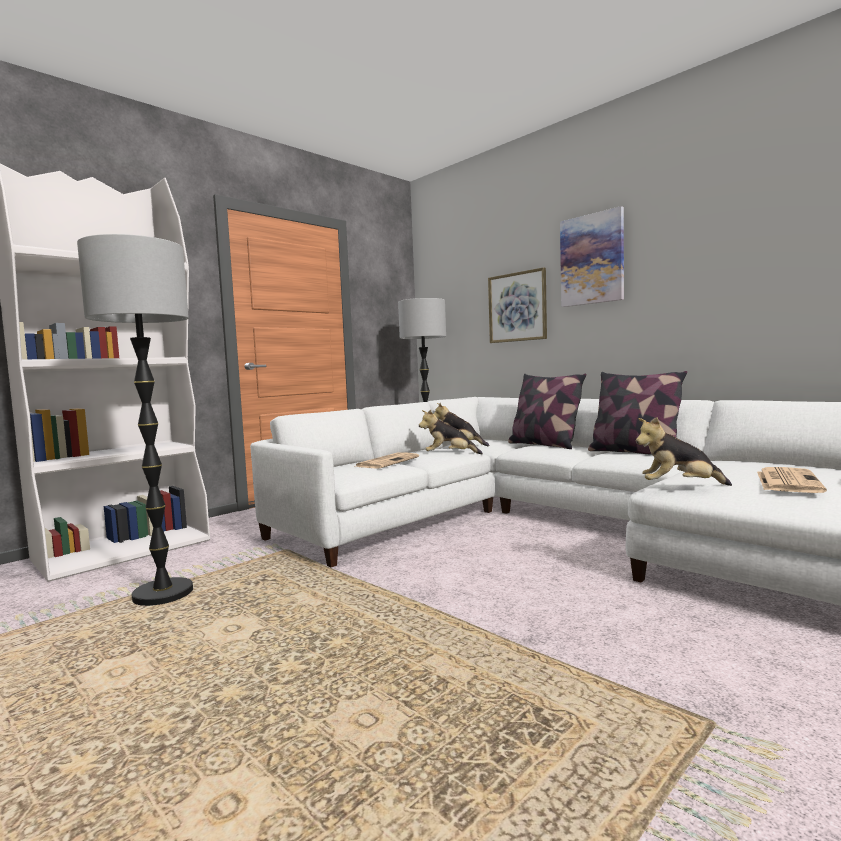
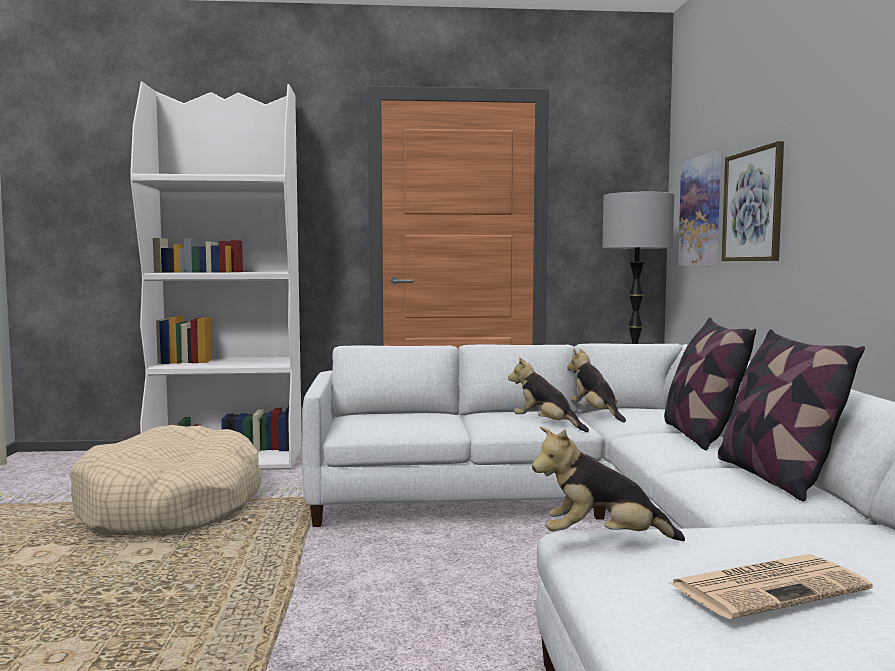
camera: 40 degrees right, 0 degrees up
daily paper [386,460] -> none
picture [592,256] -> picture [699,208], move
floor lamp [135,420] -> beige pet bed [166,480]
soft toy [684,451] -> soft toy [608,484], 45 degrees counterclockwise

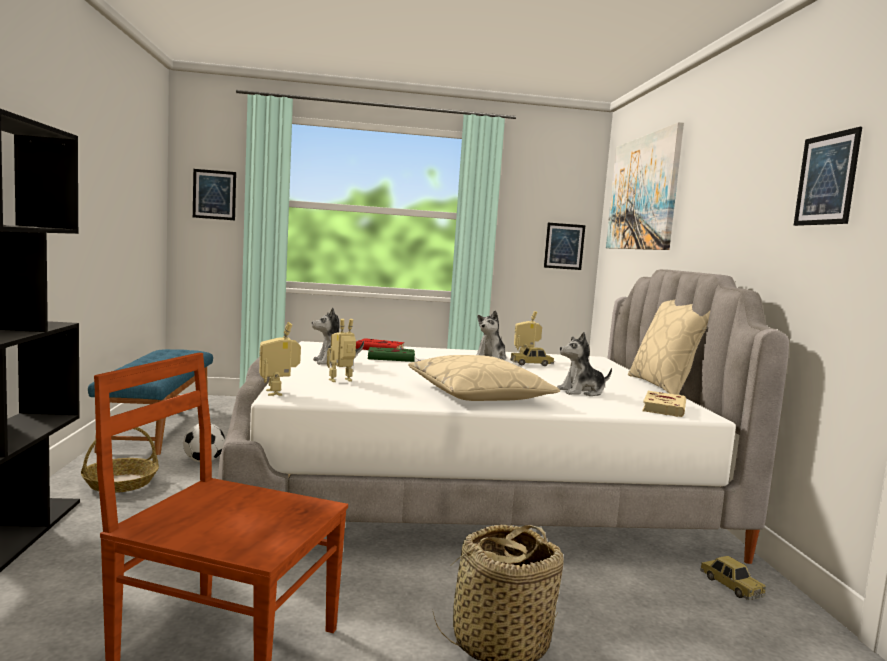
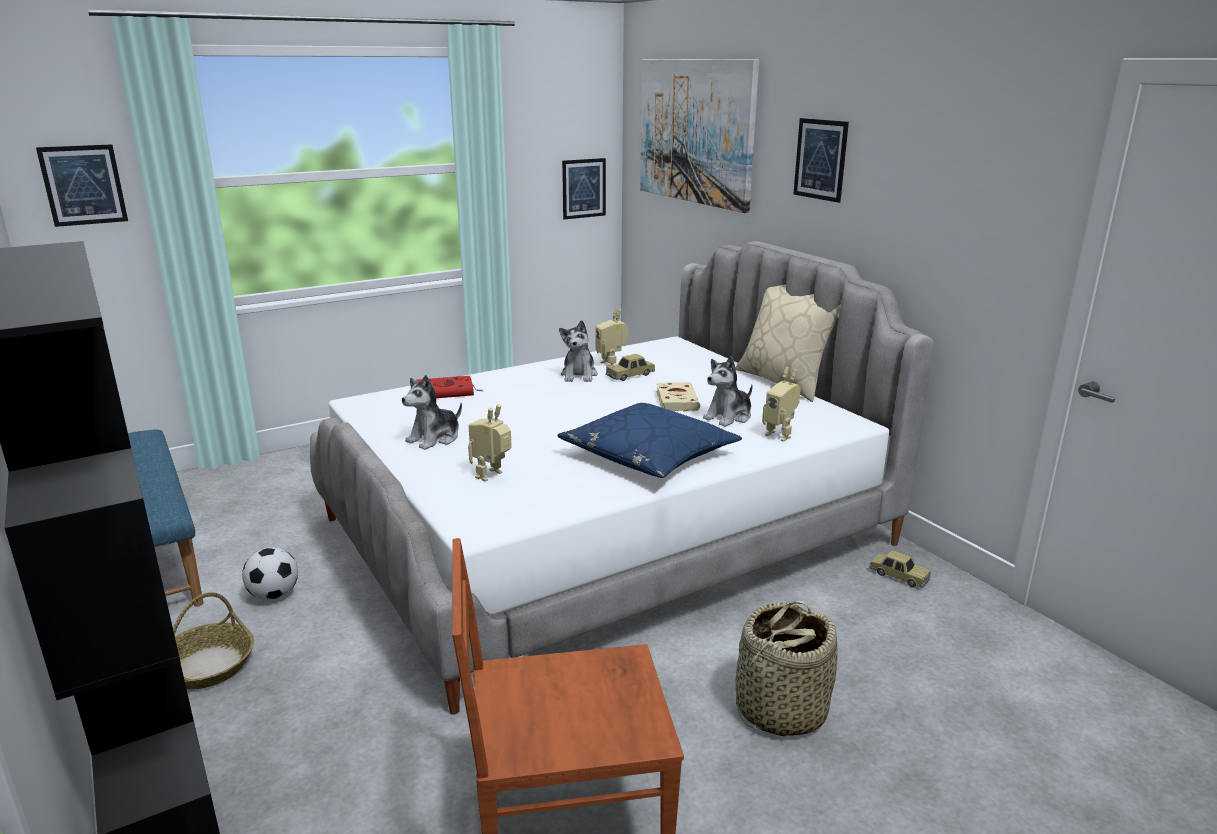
camera: 25 degrees left, 15 degrees up
green volume [394,354] -> none
robot figure [280,359] -> robot figure [781,404], move
beige volume [664,404] -> beige volume [678,397], move
picture [828,176] -> picture [821,160], move
beige throw pillow [484,378] -> blue-coloured throw pillow [649,440]

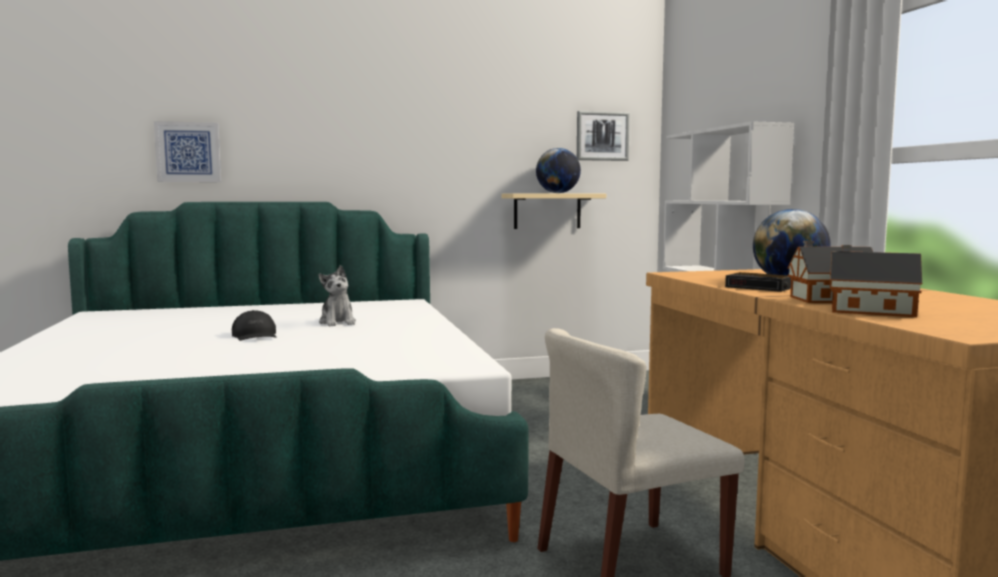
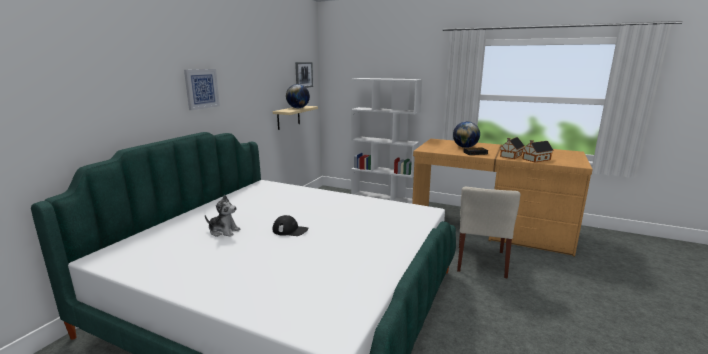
camera: 50 degrees left, 10 degrees up
picture [187,151] -> picture [202,89], move
soft toy [337,295] -> soft toy [222,216], move

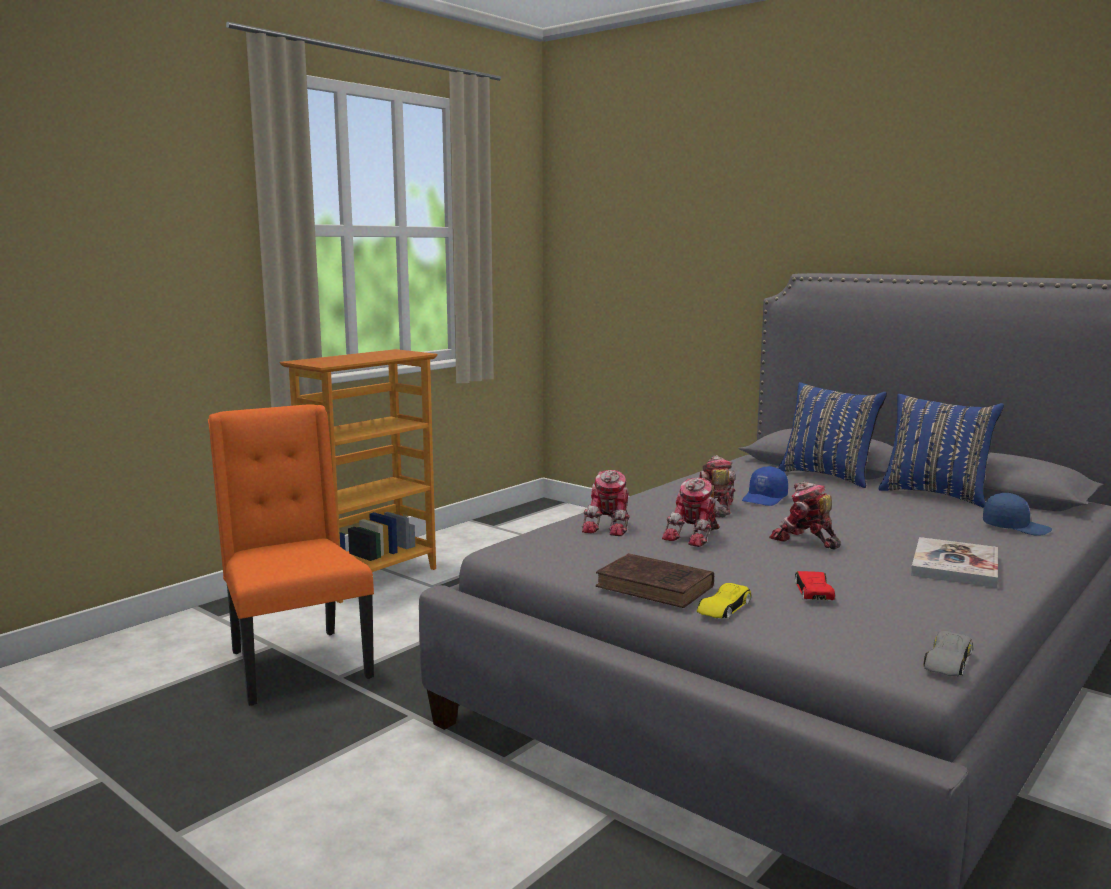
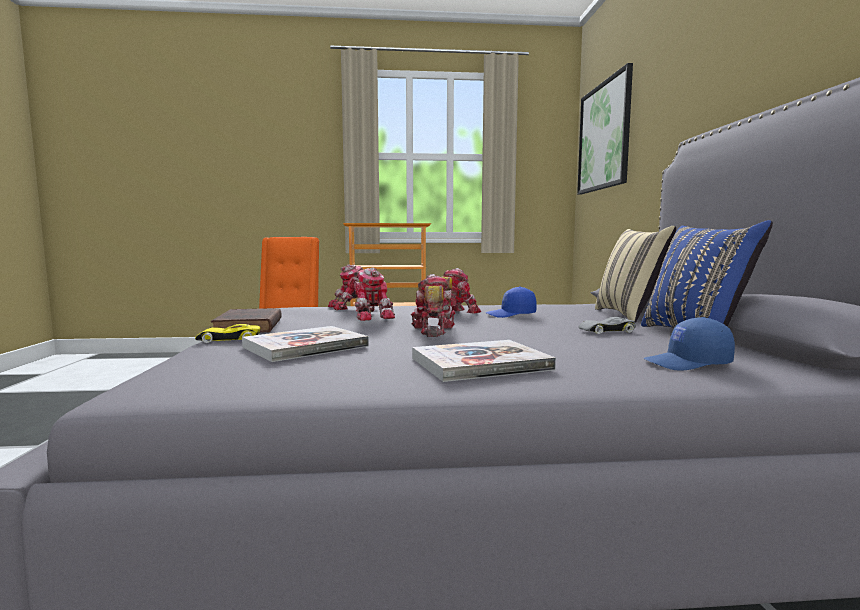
camera: 45 degrees right, 5 degrees down
none -> picture [605,128]
greyish miniature car [948,654] -> greyish miniature car [607,325], move
red miniature car [815,586] -> volume [305,344]
blue-coloured throw pillow [832,435] -> beige throw pillow [635,274]
robot figure [691,512] -> robot figure [374,294], 105 degrees counterclockwise
blue-coloured cap [1017,514] -> blue-coloured cap [689,344], 105 degrees clockwise

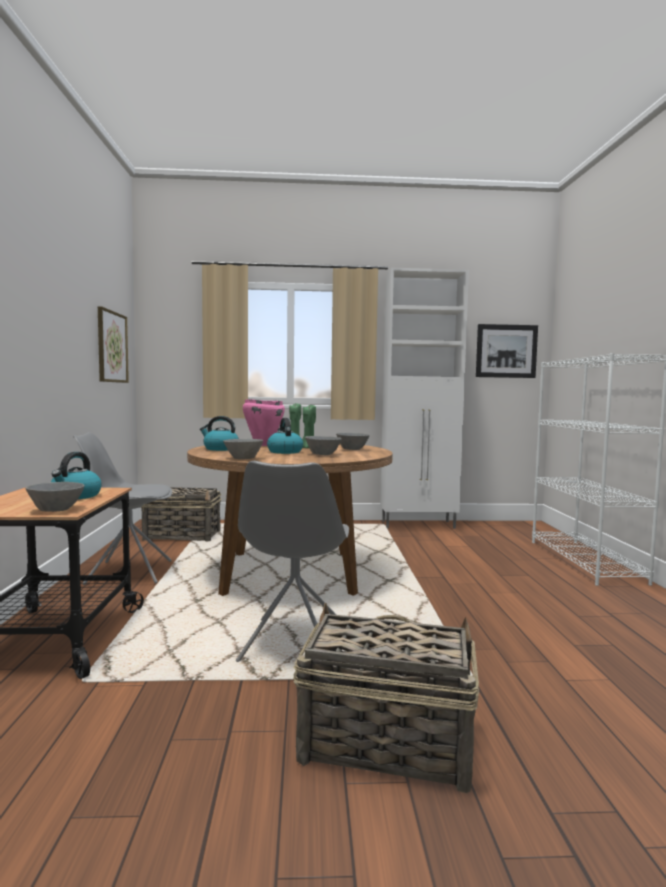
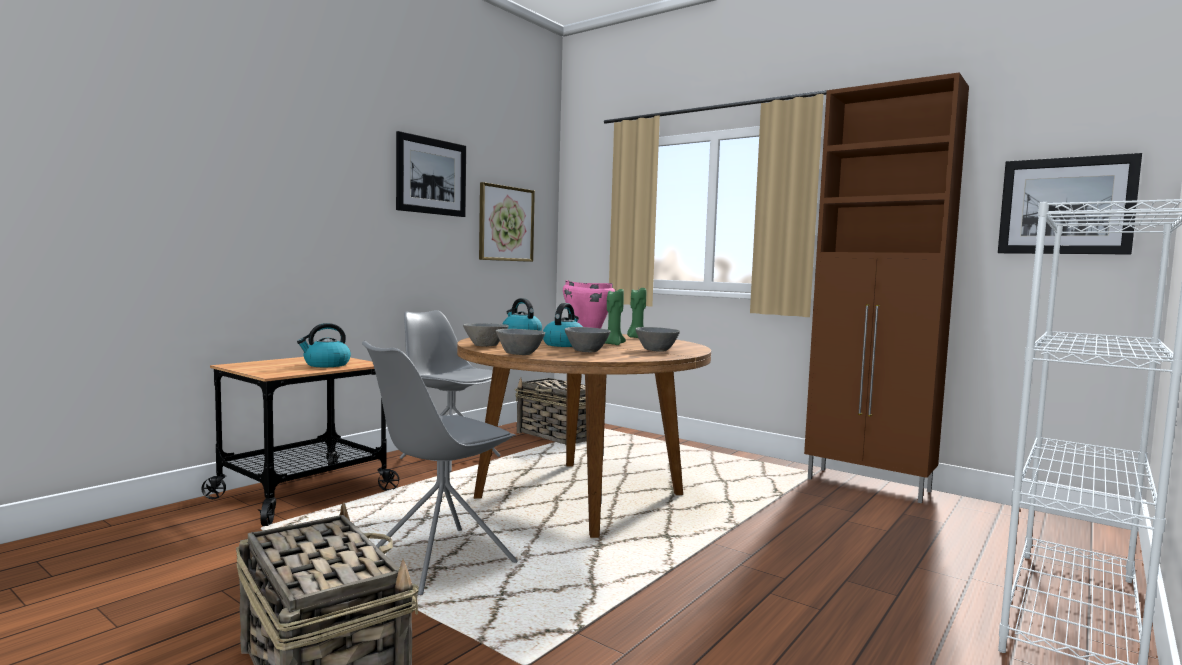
camera: 40 degrees right, 0 degrees up
none -> picture [431,174]
greyish bowl [55,497] -> greyish bowl [520,342], move
white cabinet [424,398] -> brownish cabinet [886,287]

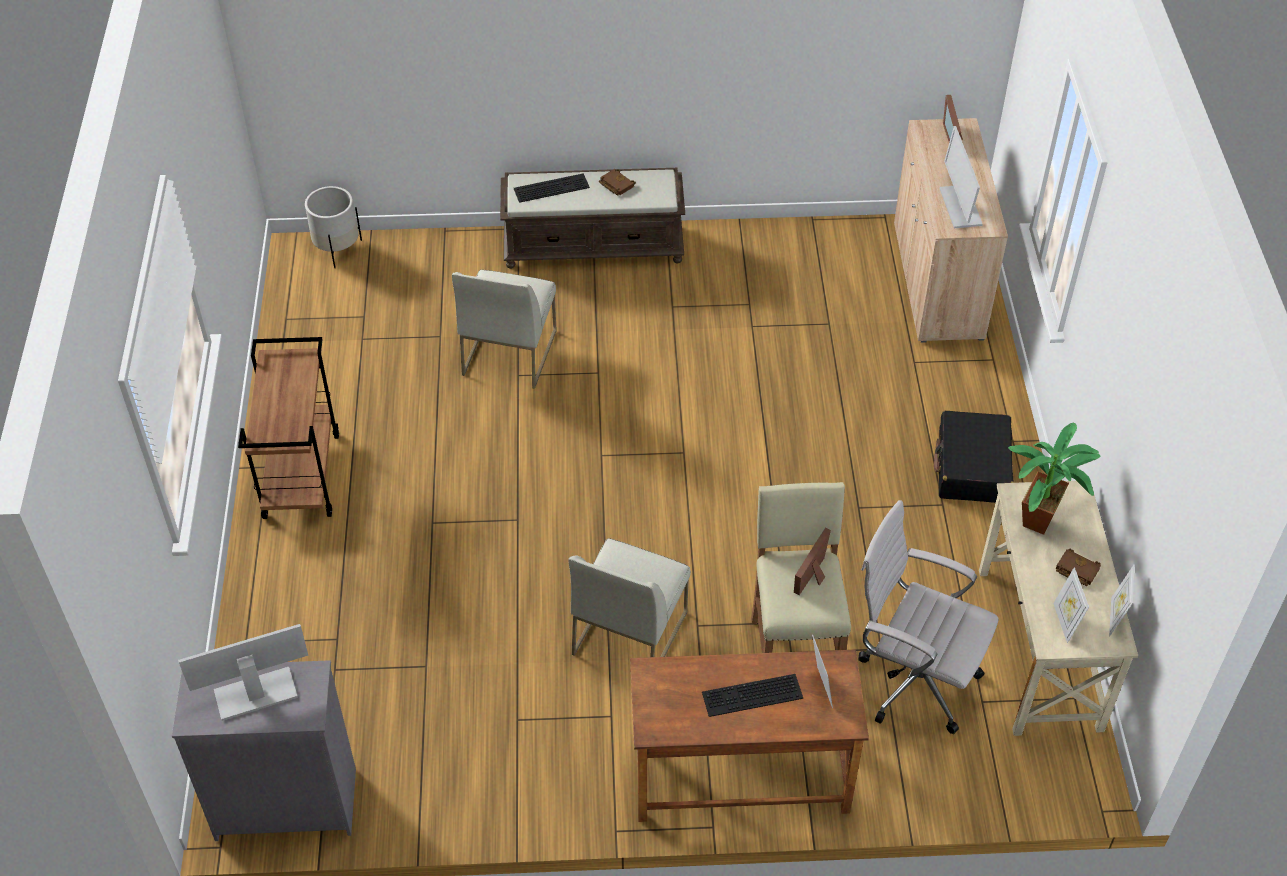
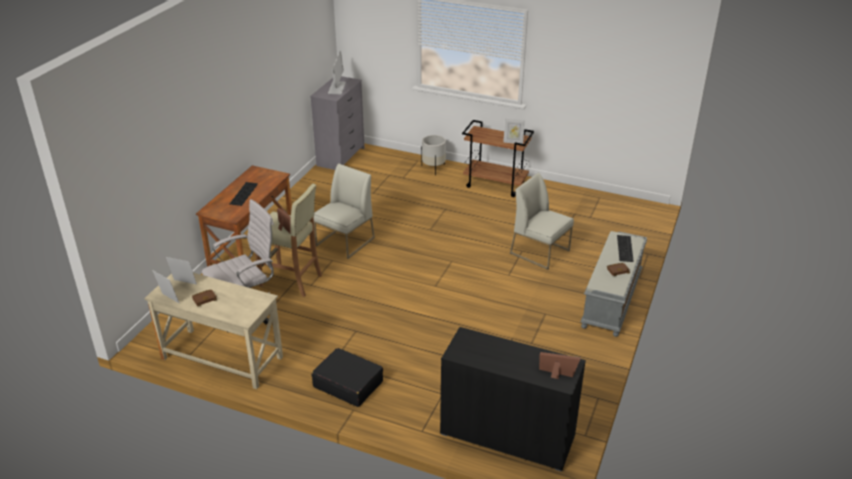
camera: 115 degrees right, 15 degrees down
computer display [961,177] -> none
potted plant [1054,479] -> none
white flower pot [333,227] -> white flower pot [433,155], move
standing frame [822,671] -> standing frame [514,131], move
brownish long seat [592,218] -> greyish long seat [613,284]
beige cabinet [951,230] -> blackish cabinet [513,399]
white upright chair [629,597] -> white upright chair [344,211], 75 degrees clockwise

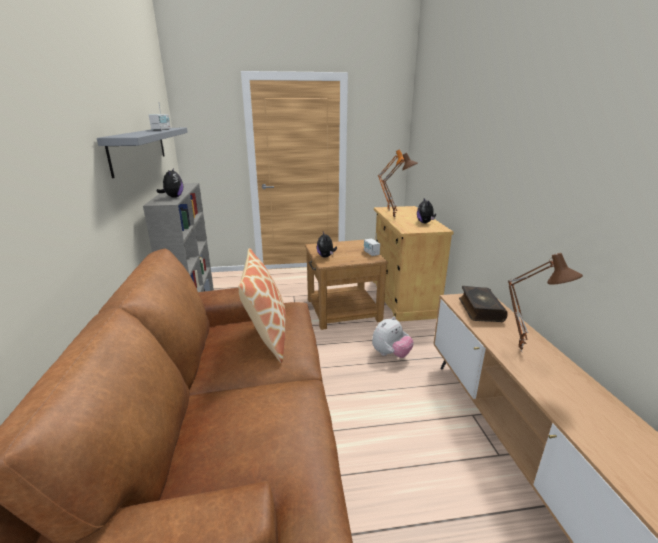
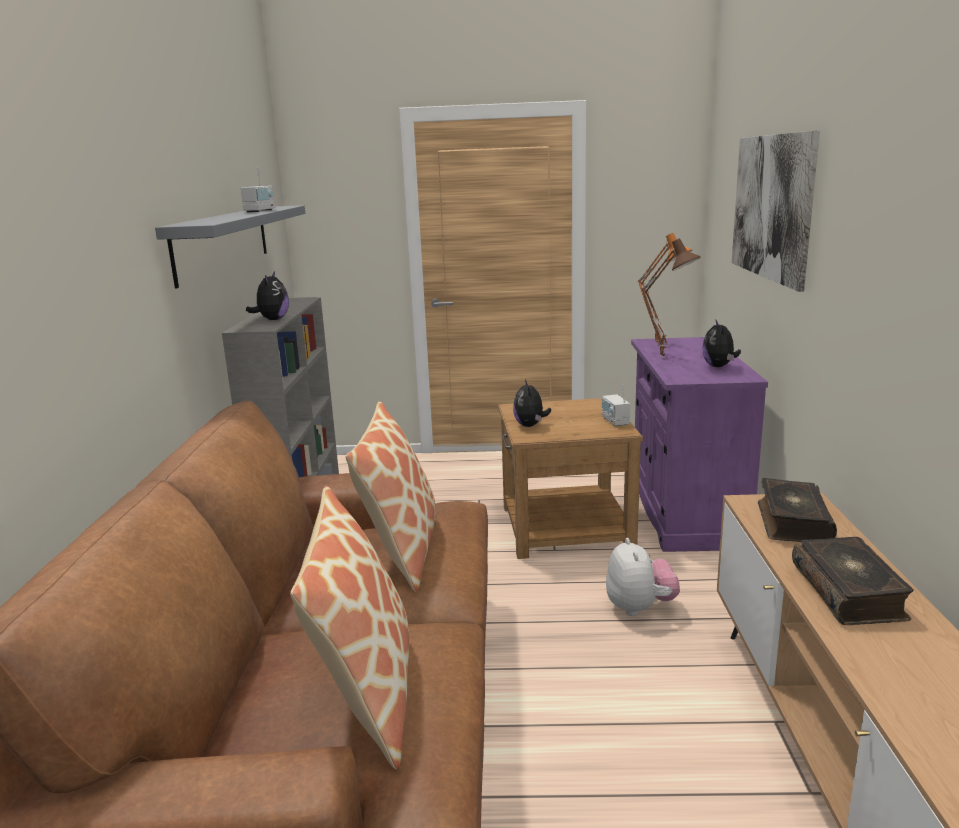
camera: 10 degrees right, 5 degrees down
none -> throw pillow [349,627]
none -> picture [776,211]
brownish lamp for a table [545,302] -> volume [853,581]
beige cabinet [413,264] -> purple-coloured cabinet [699,444]
soft toy [393,337] -> soft toy [643,577], 60 degrees counterclockwise

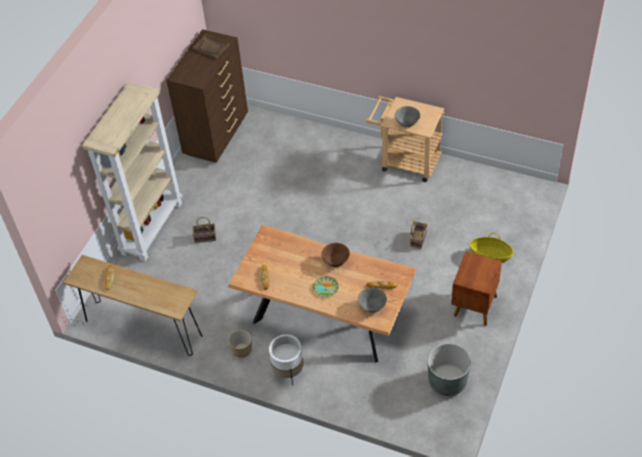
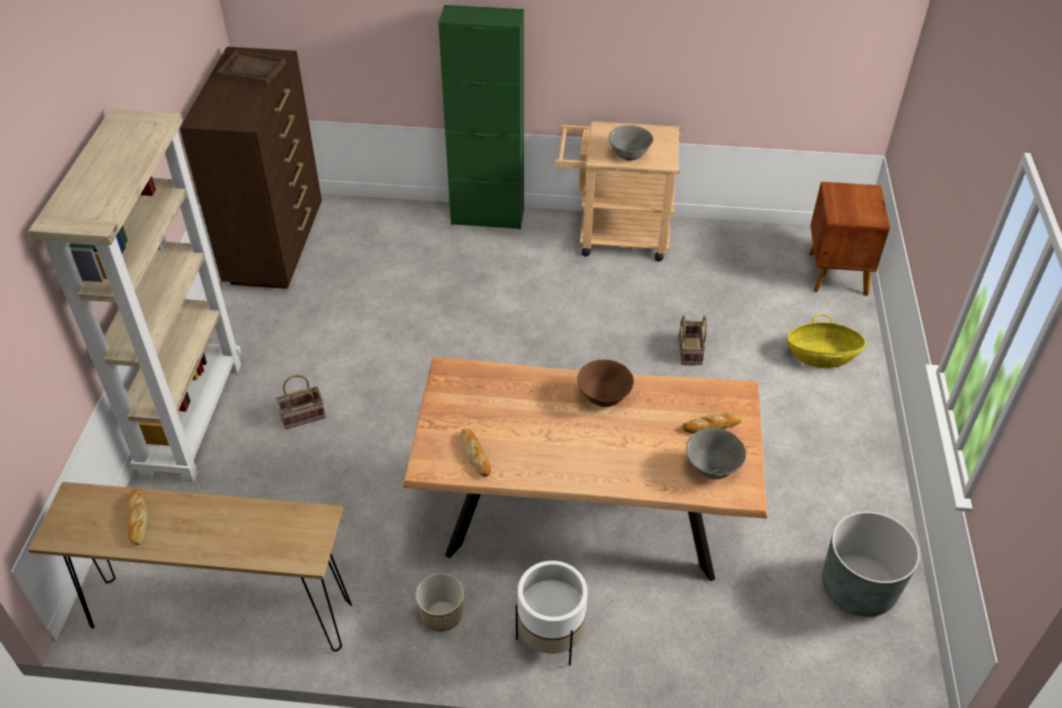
camera: 20 degrees left, 5 degrees down
dinner plate [326,286] -> none
none -> green cabinet [481,117]
brownish night table [476,289] -> brownish night table [849,239], move

